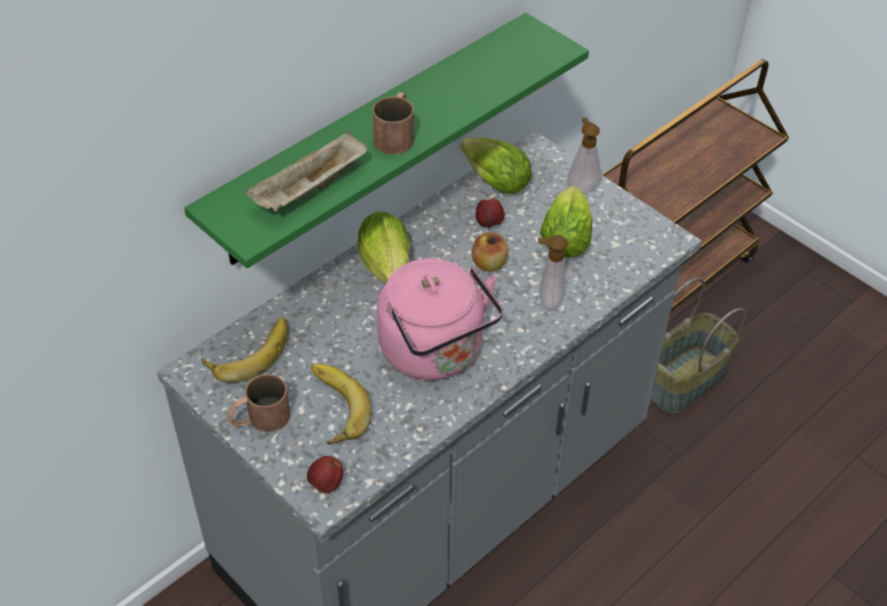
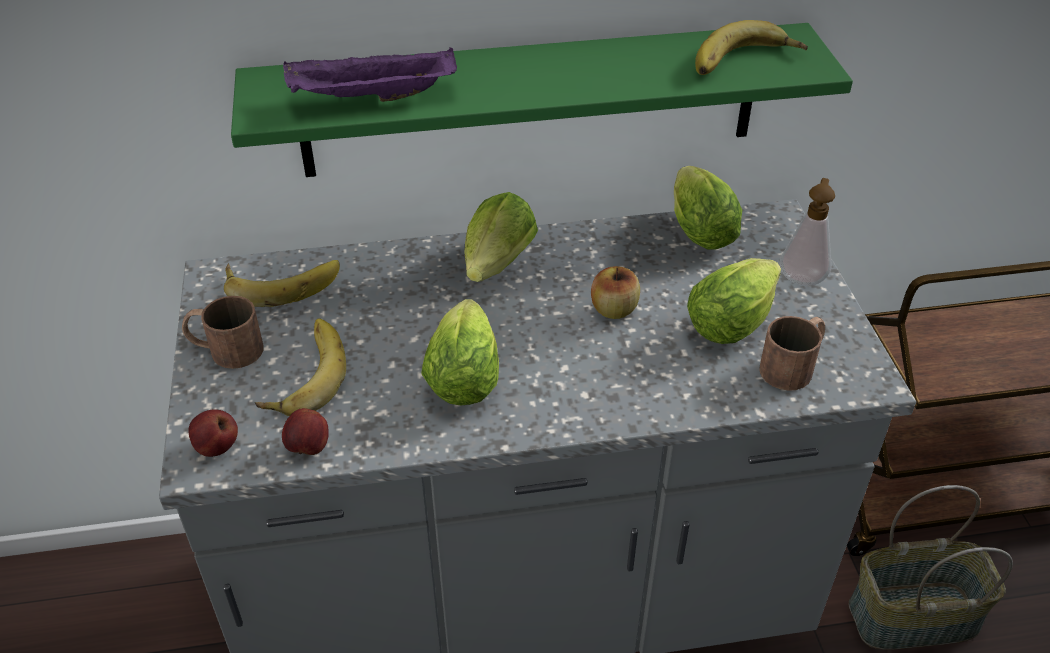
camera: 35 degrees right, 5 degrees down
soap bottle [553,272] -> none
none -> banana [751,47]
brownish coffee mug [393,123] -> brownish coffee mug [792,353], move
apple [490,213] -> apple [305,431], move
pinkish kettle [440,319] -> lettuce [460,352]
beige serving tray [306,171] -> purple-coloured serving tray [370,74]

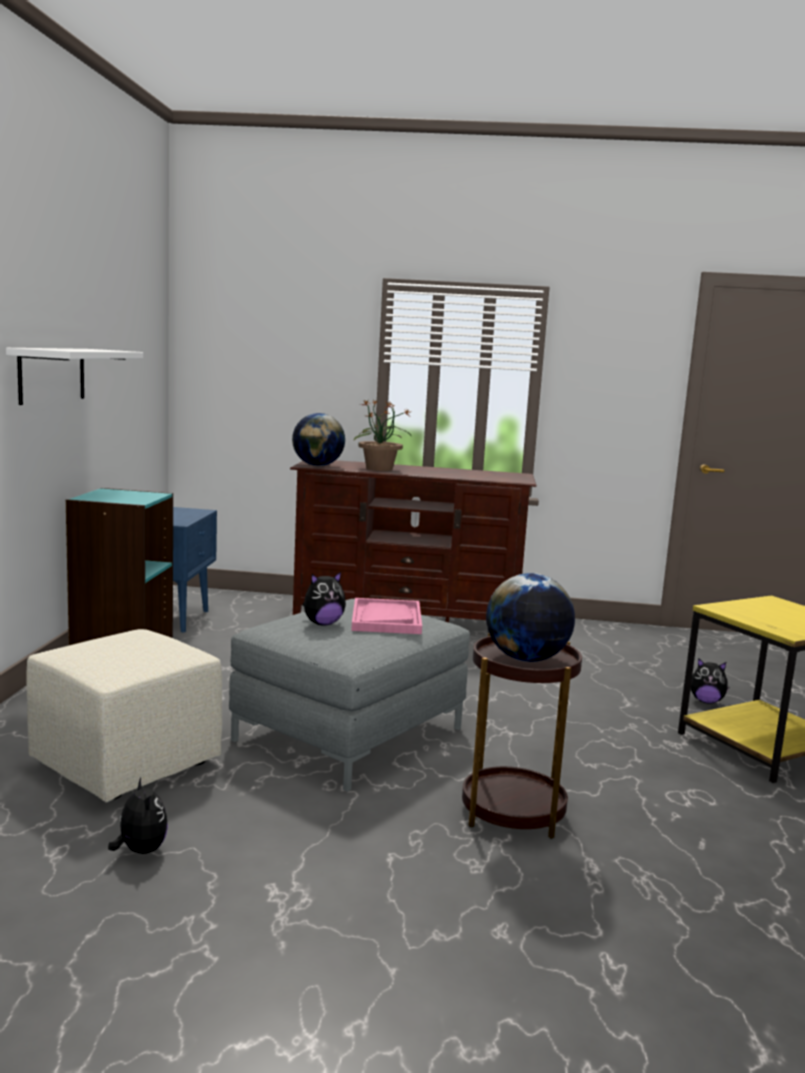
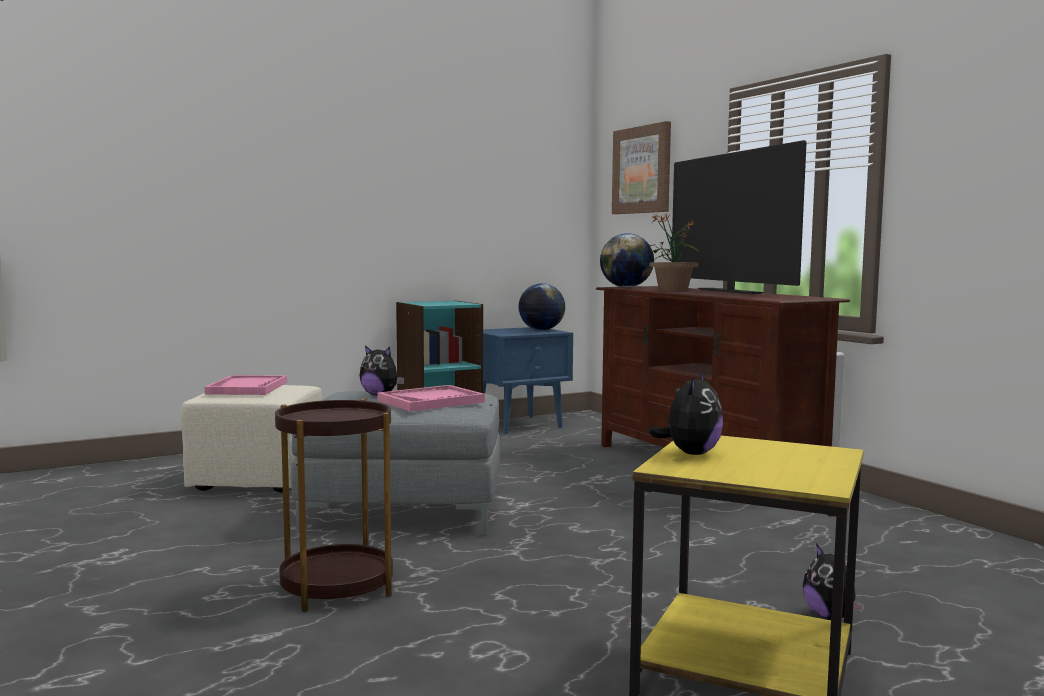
camera: 55 degrees right, 5 degrees down
white bracket shelf [74,376] -> none
none -> pinkish serving tray [246,385]
none -> picture [641,167]
none -> television [739,217]
soft toy [138,816] -> soft toy [685,413], move
globe [530,617] -> globe [542,306], move

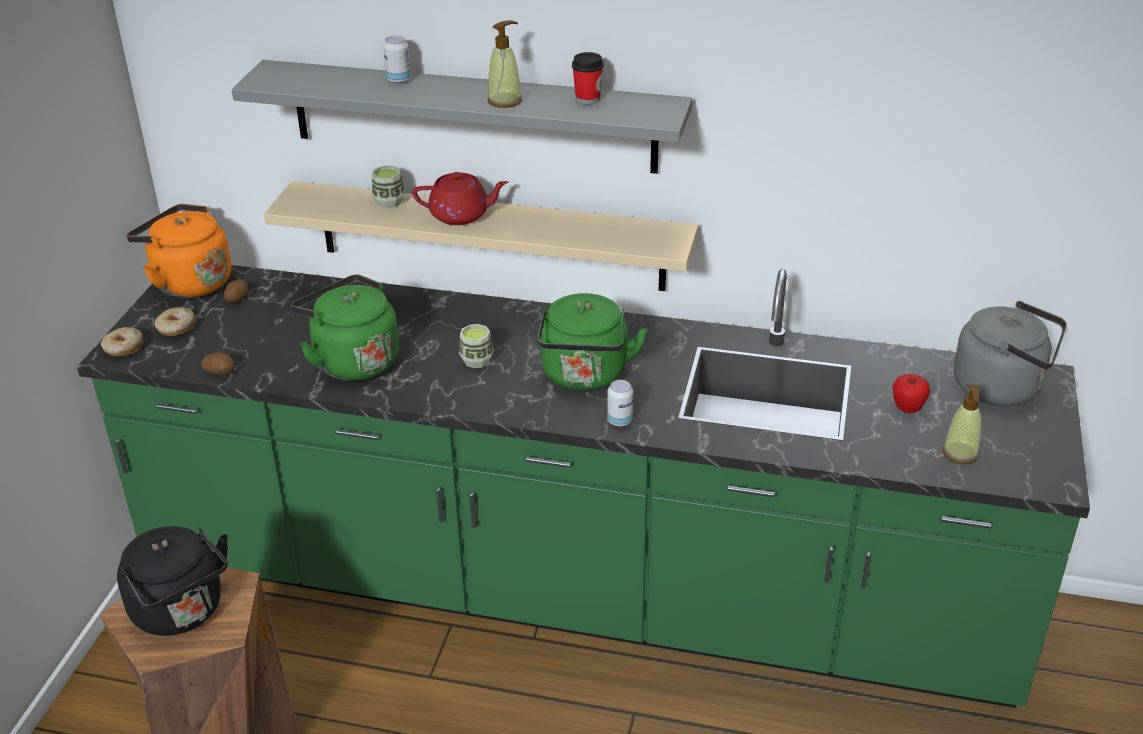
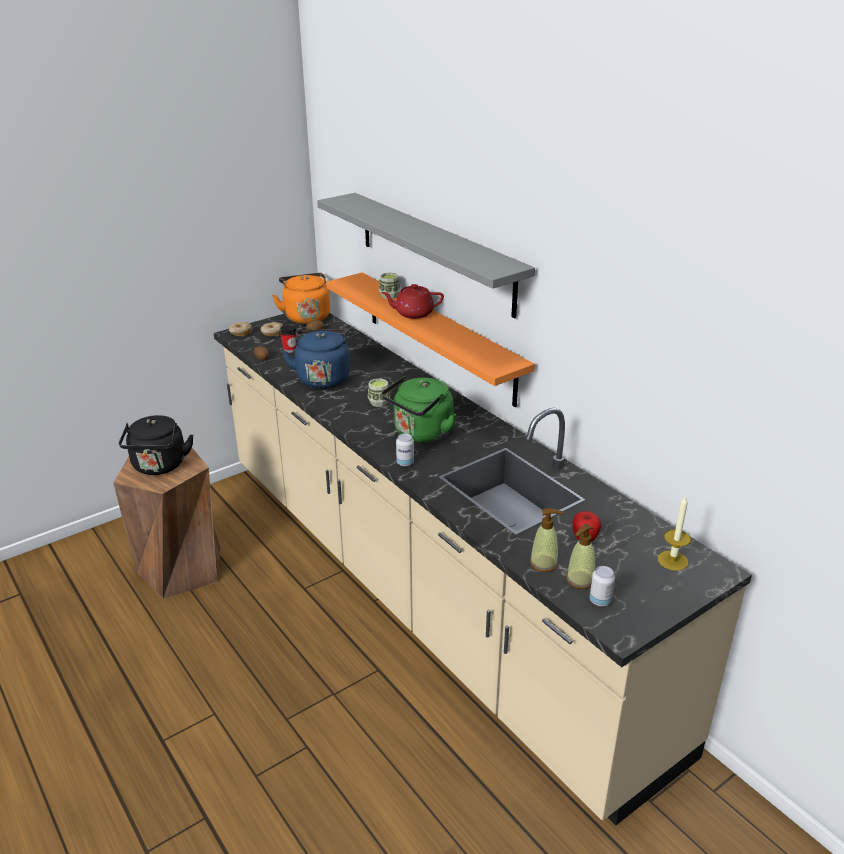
camera: 40 degrees right, 5 degrees down
sealed can [397,60] -> sealed can [602,586], move
soap bottle [505,64] -> soap bottle [547,540], move
drinking cup [588,78] -> drinking cup [288,338], move
greyish kettle [1010,353] -> candle [674,533]
green kitchen counter [583,486] -> beige kitchen counter [483,569]
beige bracket shelf [481,236] -> orange bracket shelf [430,339]
green kettle [345,327] -> blue-coloured kettle [316,358]
red pot for tea [460,198] -> red pot for tea [412,301], 135 degrees clockwise

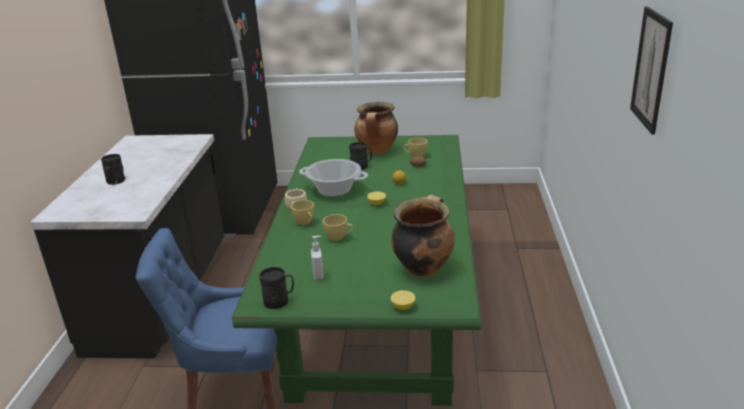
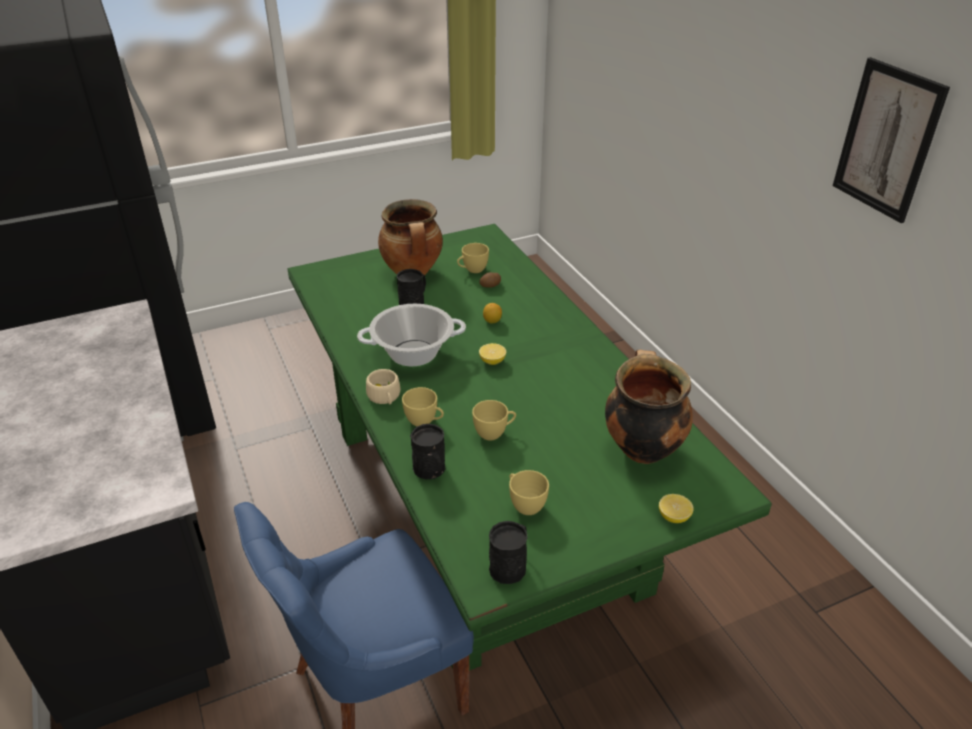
camera: 30 degrees left, 10 degrees up
blackish coffee mug [113,169] -> blackish coffee mug [427,451], move
soap bottle [317,258] -> yellow-coloured drinking cup [529,492]

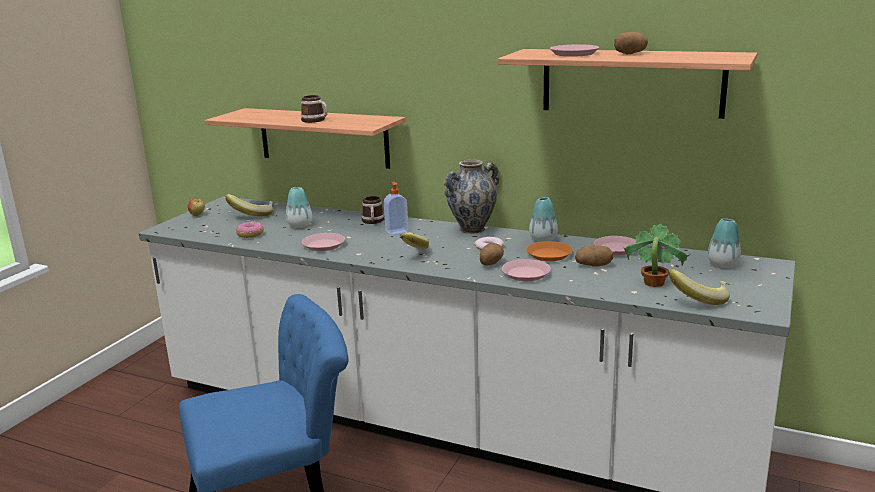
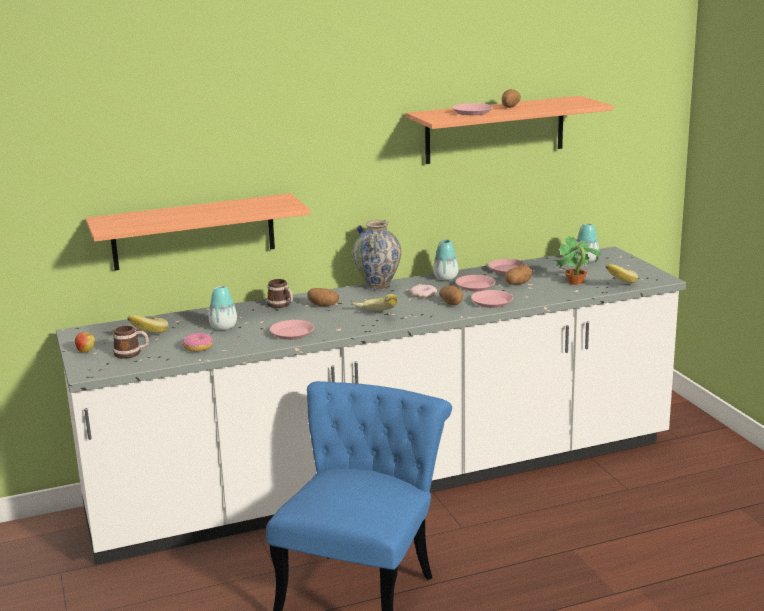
camera: 45 degrees left, 0 degrees up
coffee mug [314,109] -> coffee mug [131,342], move
soap bottle [396,208] -> whole potato [323,297]
orange dinner plate [549,251] -> pinkish dinner plate [475,283]

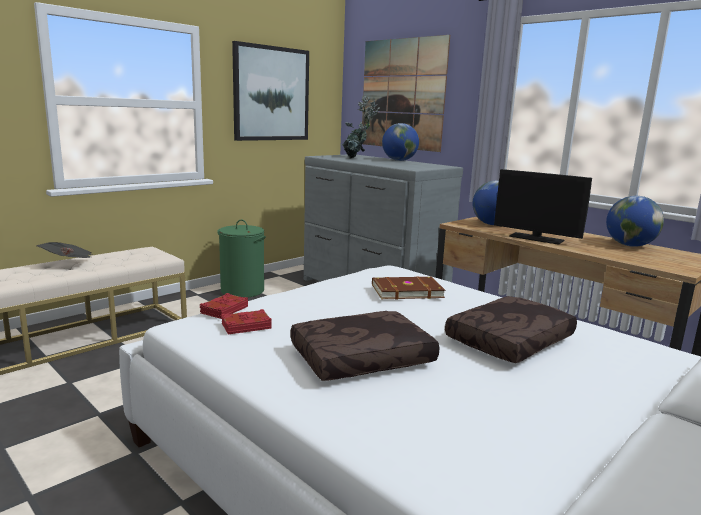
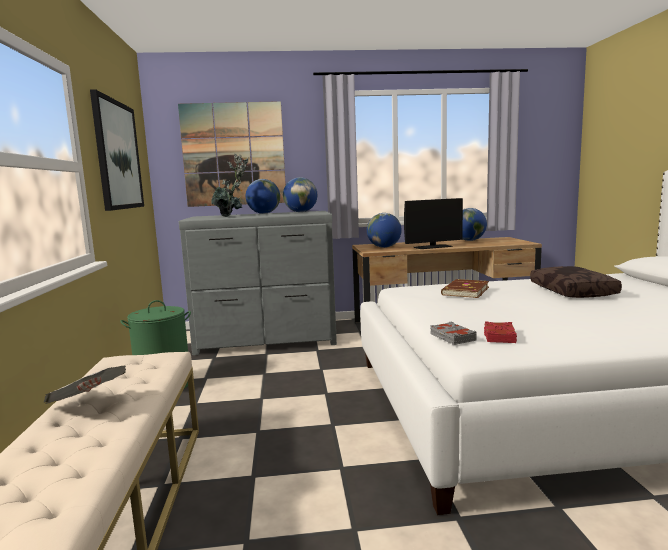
camera: 50 degrees left, 5 degrees down
brownish throw pillow [365,346] -> none
none -> globe [300,194]
red volume [224,306] -> greyish volume [453,333]

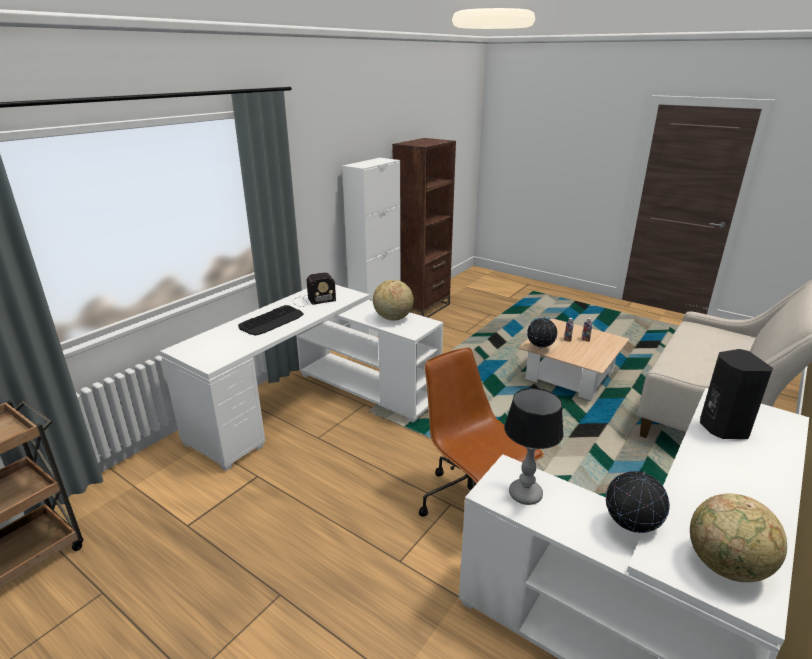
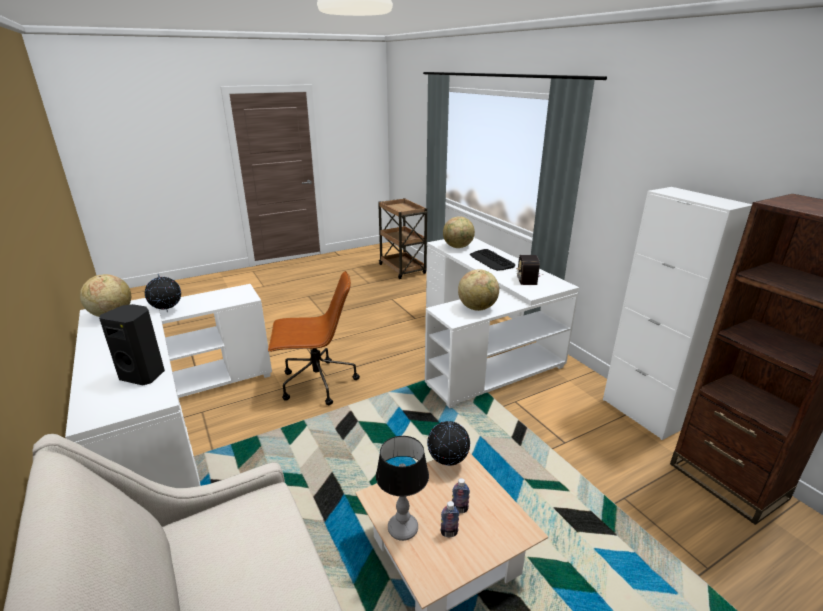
camera: 115 degrees right, 0 degrees up
none -> globe [459,232]
lamp for a table [534,446] -> lamp for a table [402,488], move

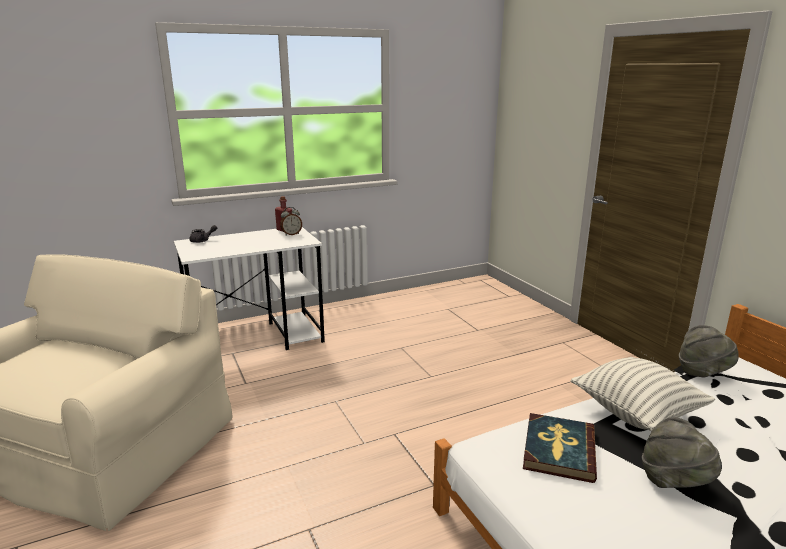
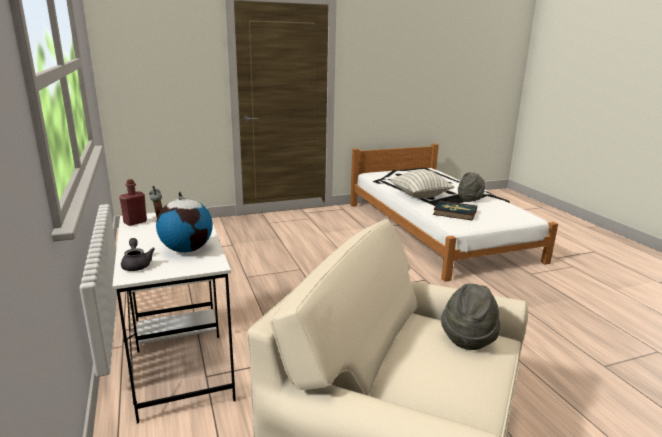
camera: 85 degrees left, 0 degrees up
none -> globe [184,222]
greyish wearable hat [709,351] -> greyish wearable hat [470,317], move

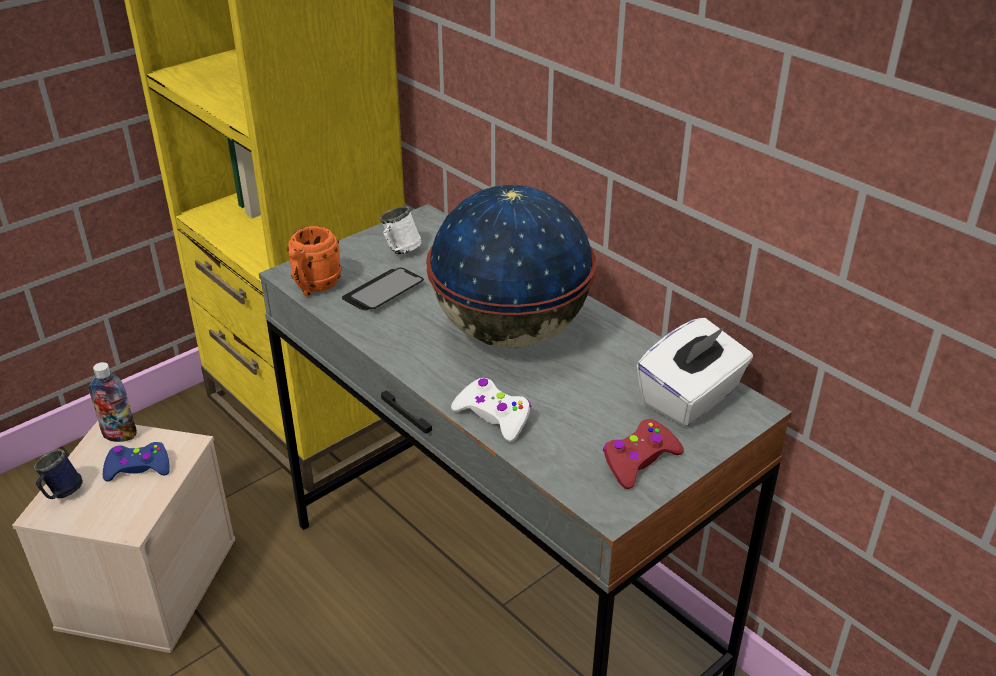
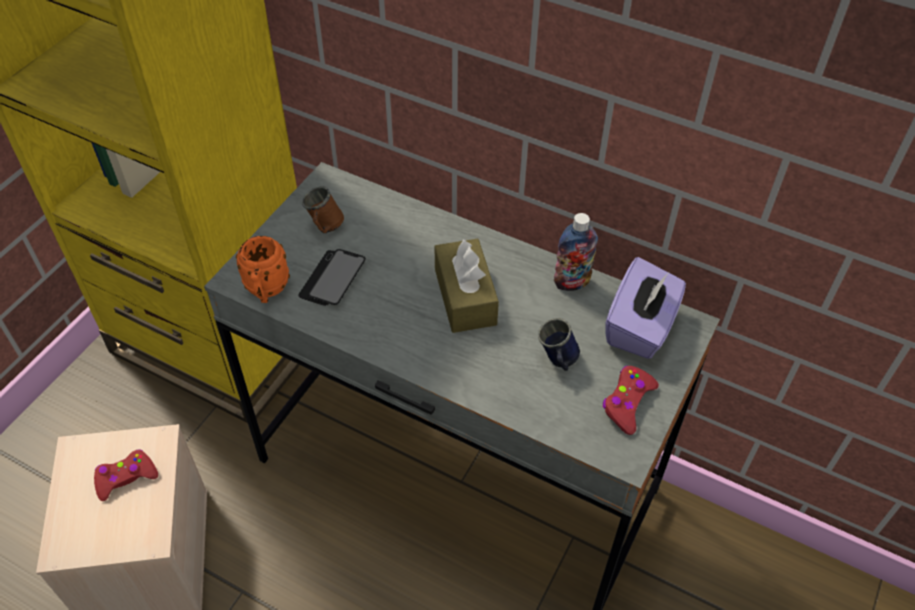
camera: 20 degrees left, 15 degrees up
white game controller [491,410] -> none
blue-coloured coffee mug [58,474] -> blue-coloured coffee mug [559,344], move
beverage bottle [112,402] -> beverage bottle [576,252], move
globe [511,266] -> brownish tissue holder [466,286]
blue-coloured game controller [136,462] -> red game controller [126,475]
white coffee mug [401,230] -> brownish coffee mug [323,209]
white tissue holder [695,372] -> purple-coloured tissue holder [645,308]

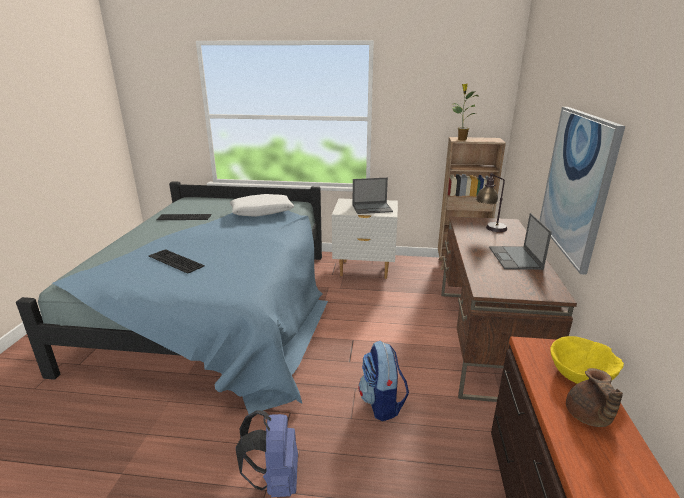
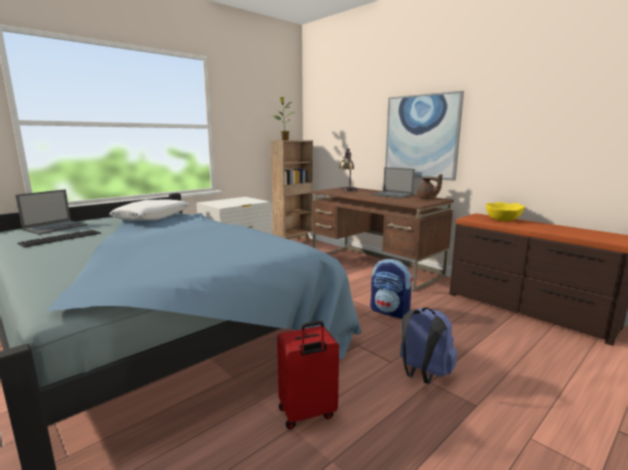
camera: 50 degrees left, 10 degrees down
PC keyboard [177,261] -> none
none -> red piece of luggage [308,375]
portable computer [372,196] -> portable computer [51,212], move
brownish pot for tea [594,397] -> brownish pot for tea [430,186], move

